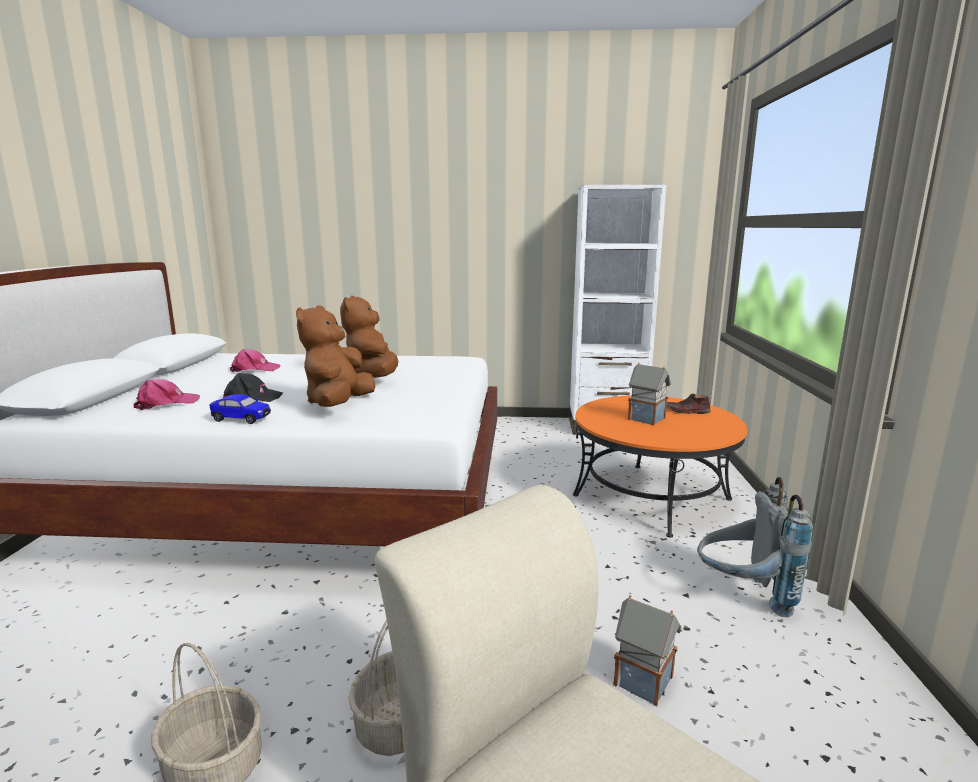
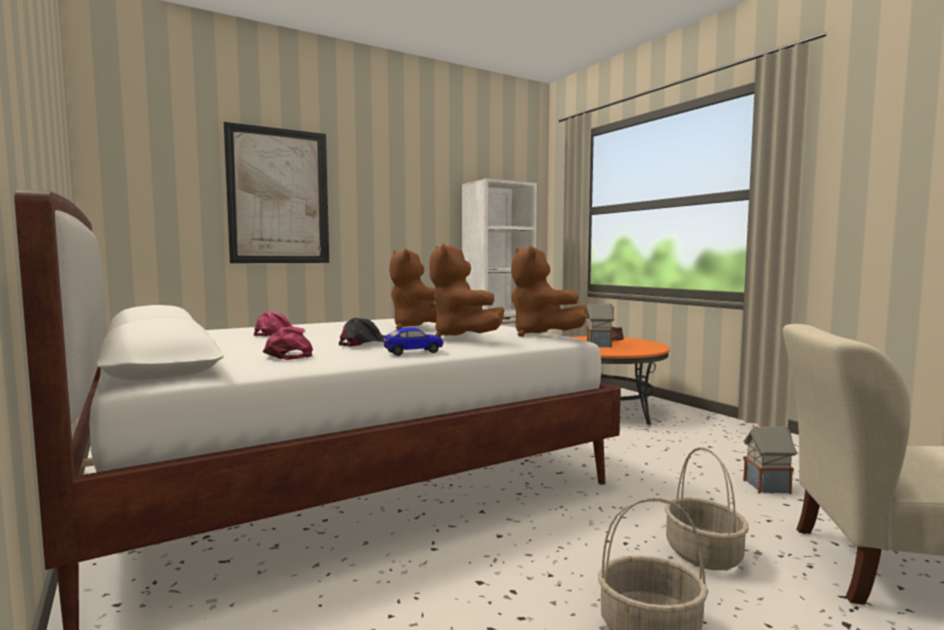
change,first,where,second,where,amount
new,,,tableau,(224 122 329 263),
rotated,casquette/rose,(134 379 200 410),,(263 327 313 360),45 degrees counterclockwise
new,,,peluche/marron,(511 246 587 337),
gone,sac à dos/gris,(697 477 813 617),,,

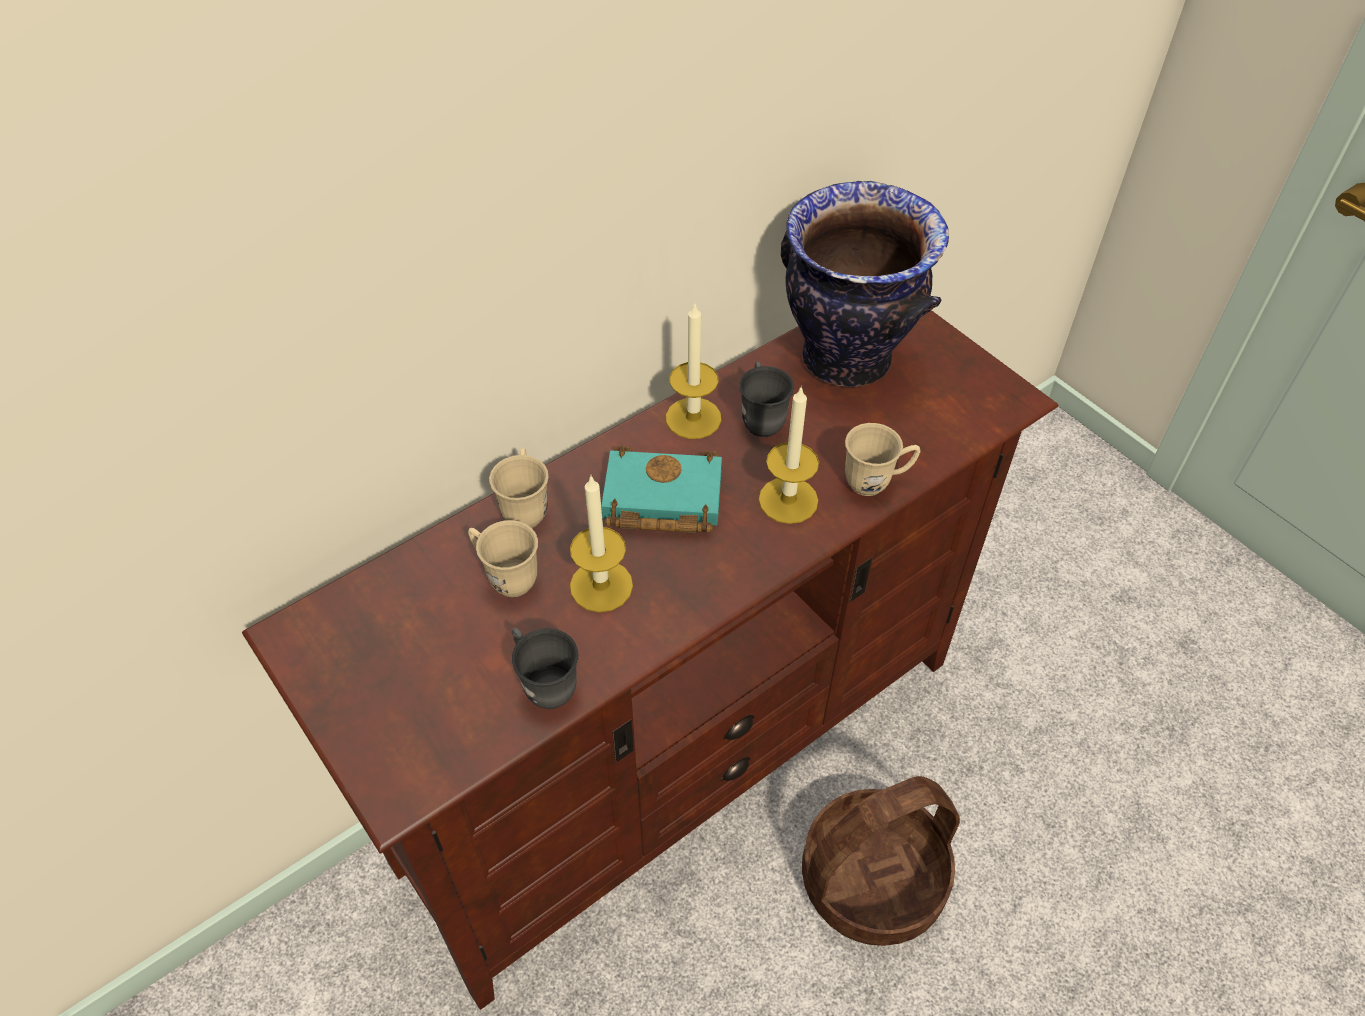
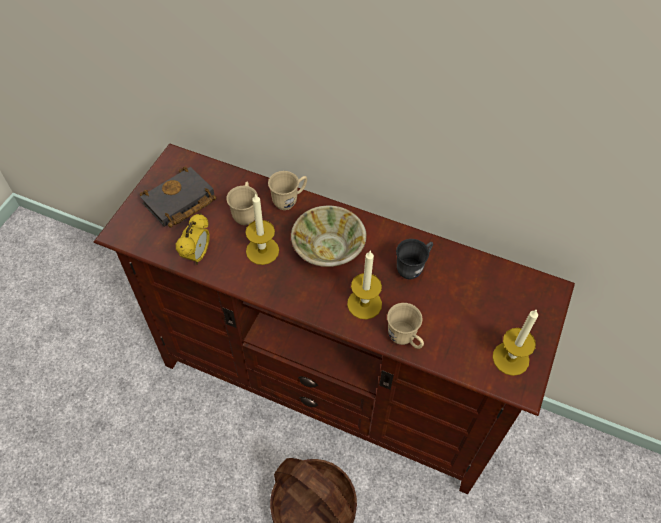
change,first,where,second,where,amount
new,,,livre/noir,(140 166 216 227),
swapped,mug/gris,(512 627 578 709),réveil,(176 213 210 265),
swapped,livre/turquoise,(601 446 722 533),bol/beige,(291 206 367 267),
shifted,bougie,(666 303 721 439),,(492 309 538 376),
gone,vase,(781 181 949 387),,,

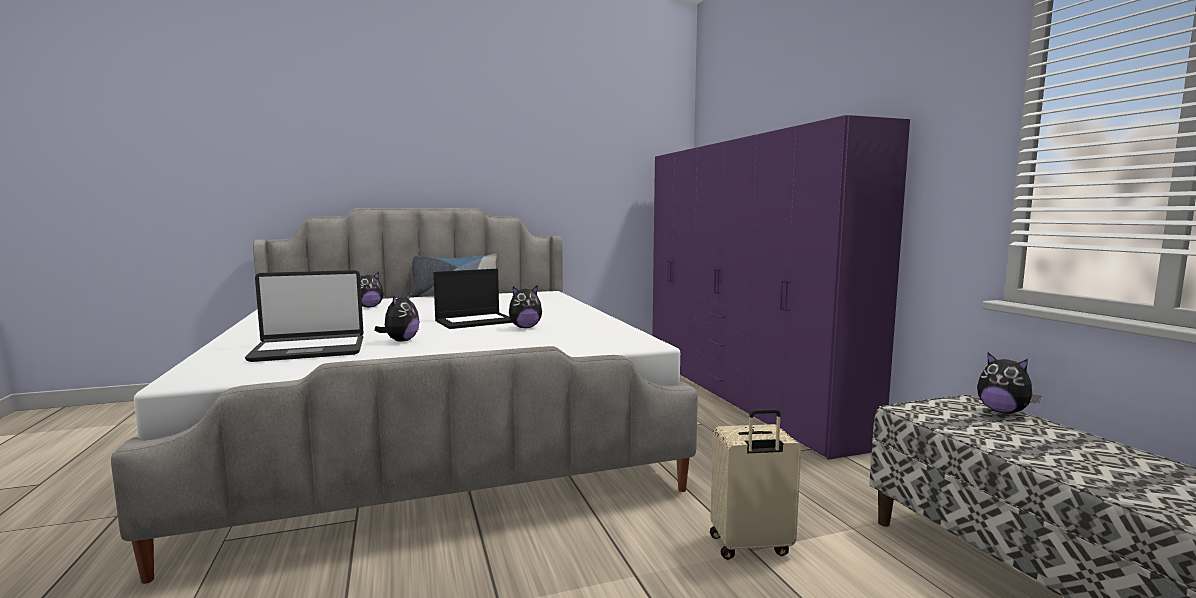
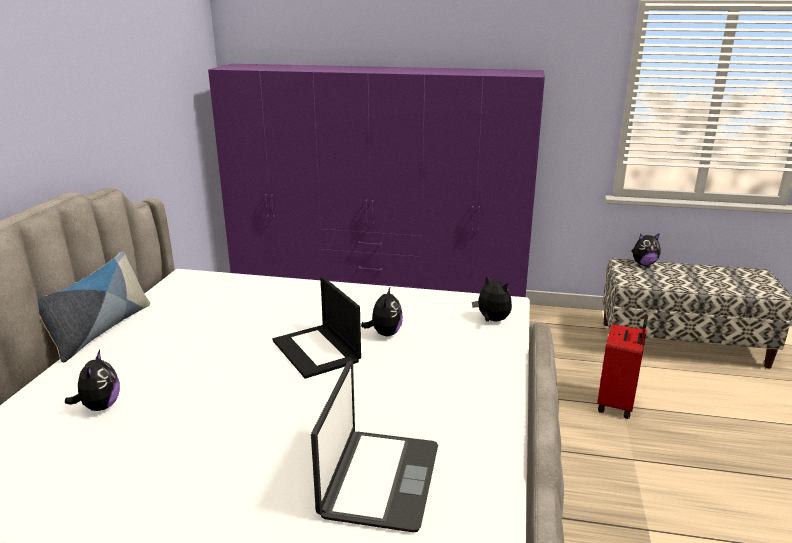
change,first,where,second,where,amount
rotated,ordinateur portable,(433 269 513 329),,(272 276 361 379),150 degrees clockwise
shifted,peluche,(374 292 420 342),,(472 275 512 322),
repainted,valise/beige,(710 408 801 560),valise/rouge,(597 315 648 419),

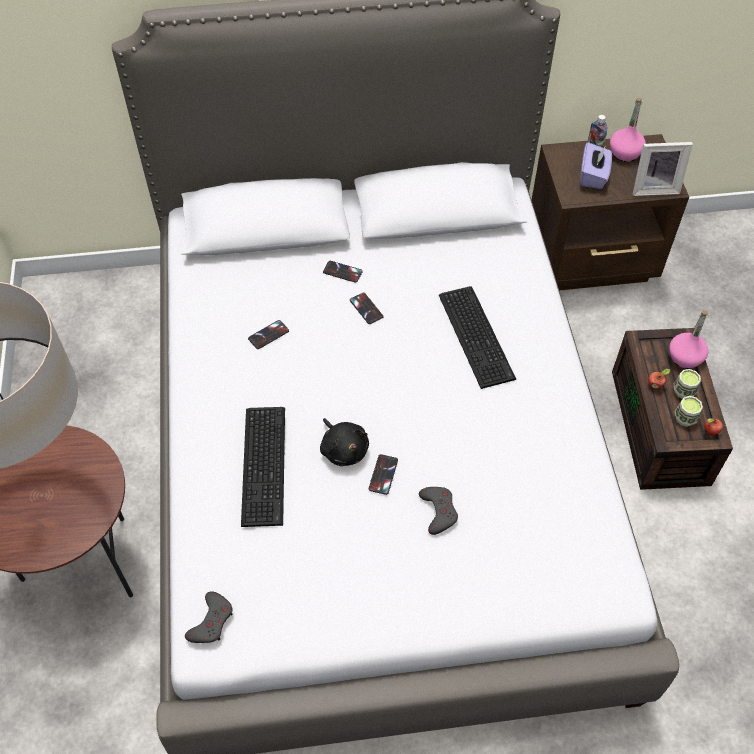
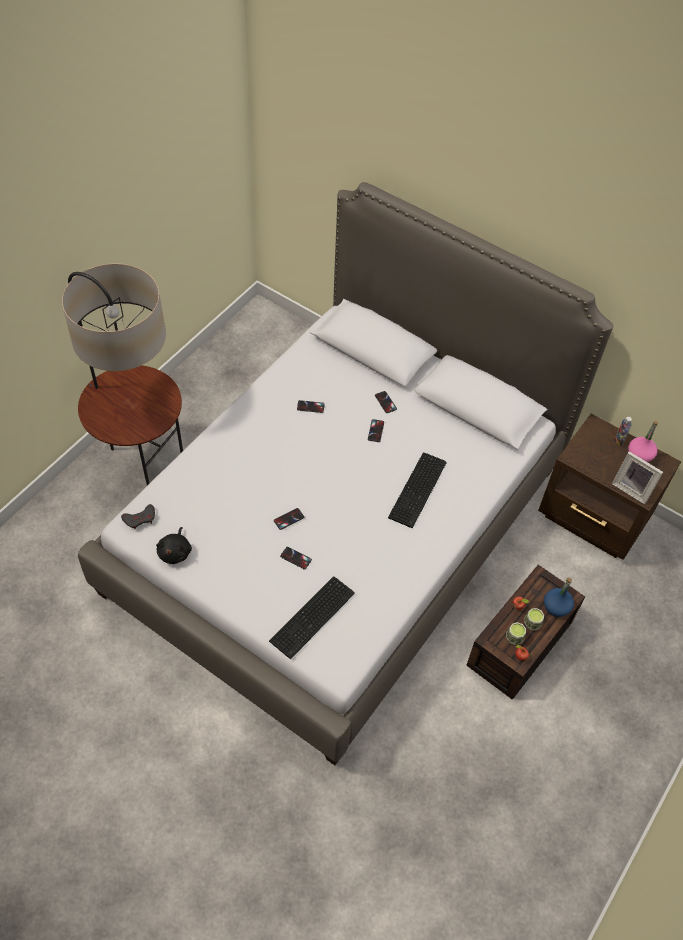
change,first,where,second,where,amount
shifted,peluche/noir,(320 418 369 466),,(156 527 192 564),
shifted,clavier,(241 407 285 527),,(269 576 355 659),
swapped,manette/gris,(419 487 458 535),téléphone,(280 547 312 569),
repainted,bouteille/rose,(669 310 709 369),bouteille/bleu,(544 577 574 617),
gone,boîte à mouchoirs/violet,(580 142 612 189),,,

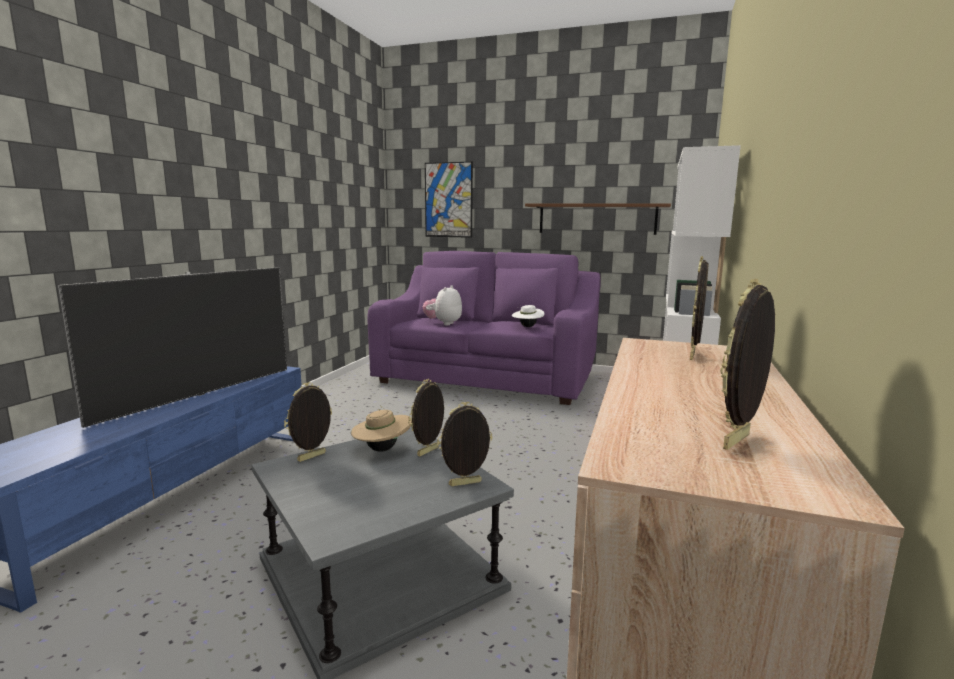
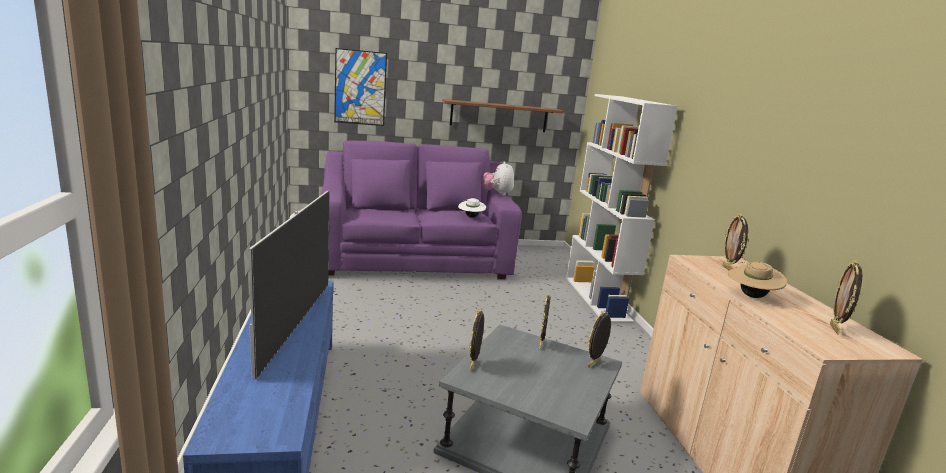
change,first,where,second,where,amount
shifted,peluche,(423 285 462 325),,(483 161 514 196),
shifted,chapeau/beige,(351 406 412 452),,(728 259 787 298),

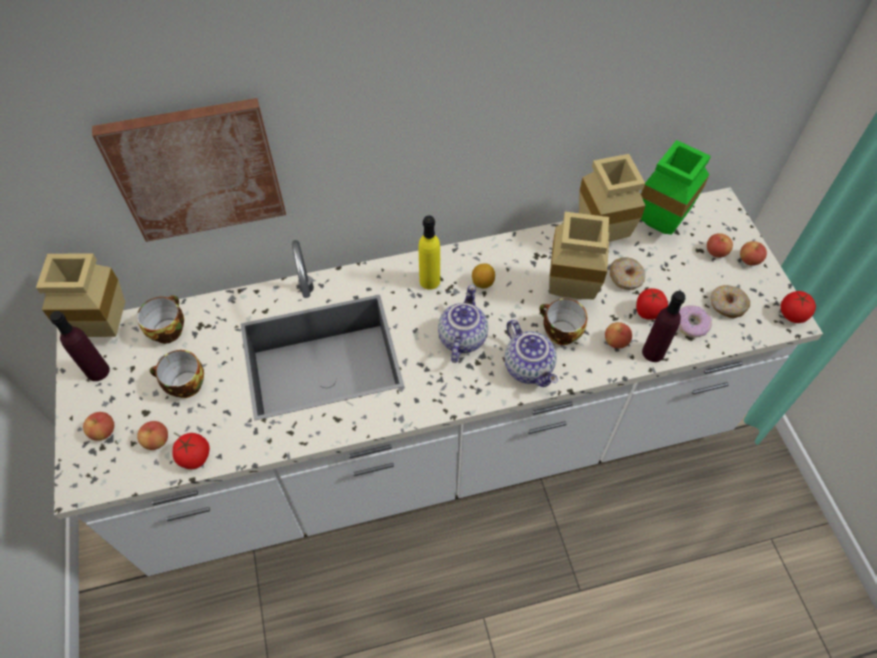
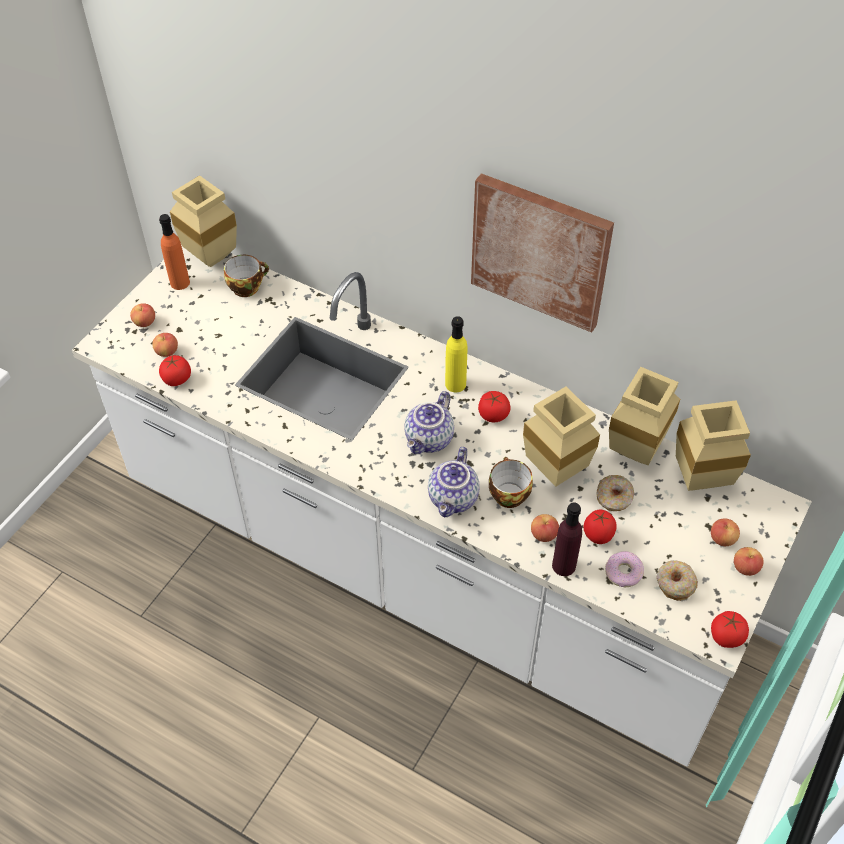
change,first,where,second,where,amount
repainted,bouteille/violet,(50 311 110 381),bouteille/orange,(159 214 190 290),
rotated,théière,(438 285 488 363),,(405 391 454 454),150 degrees clockwise
shifted,tableau,(92 98 286 242),,(471 173 614 333),
swapped,citron,(472 263 495 289),tomate,(478 391 511 422),
repainted,vase/vert,(641 140 711 235),vase/beige,(676 400 751 491),
gone,tasse,(150 350 204 398),,,

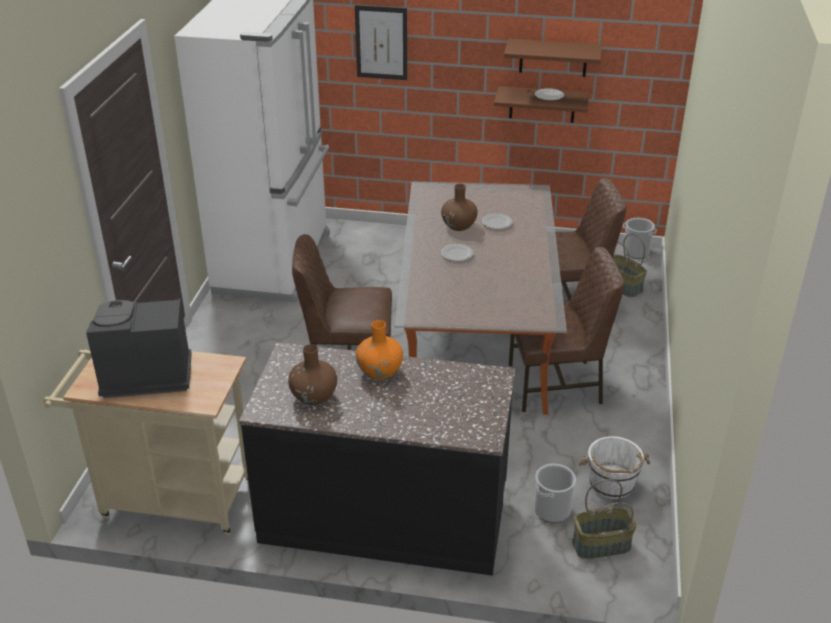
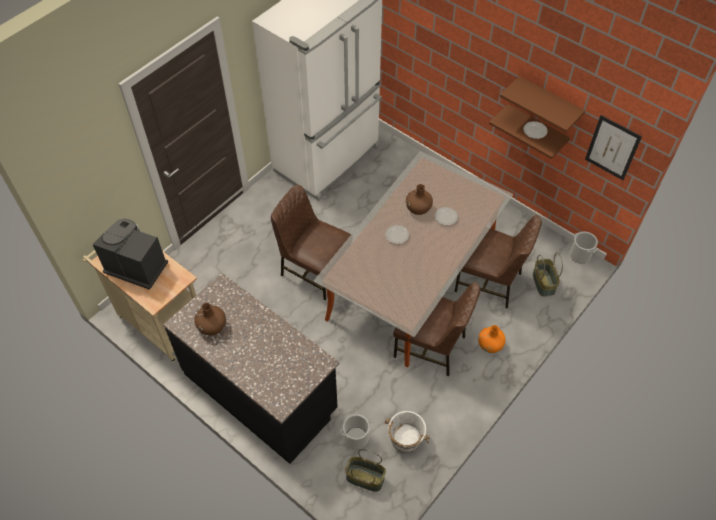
change,first,where,second,where,amount
shifted,vase/orange,(356 320 403 379),,(478 325 506 353),
shifted,tableau,(355 5 407 80),,(585 115 642 180),

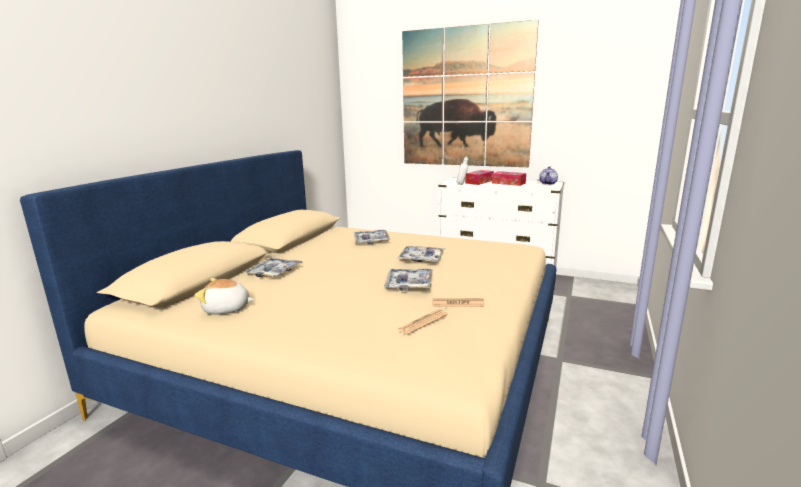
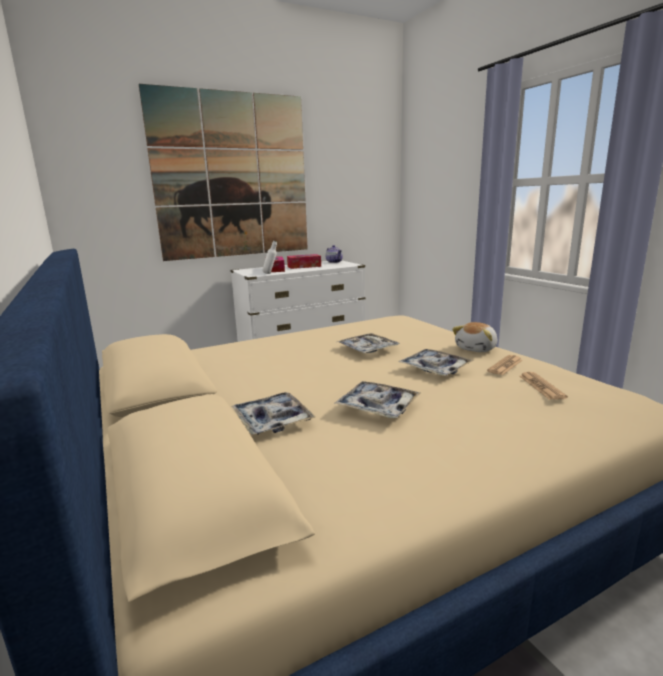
change,first,where,second,where,amount
shifted,plateau,(354 230 390 244),,(335 381 420 418),
shifted,peluche,(195 278 255 314),,(452 322 498 352),

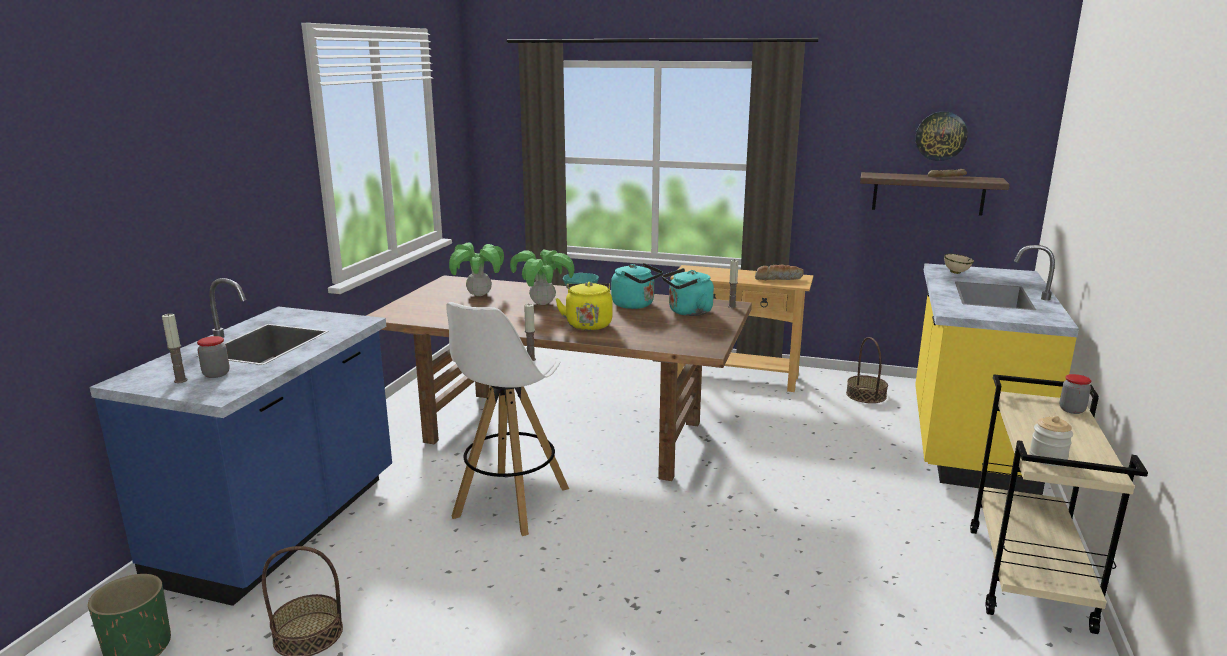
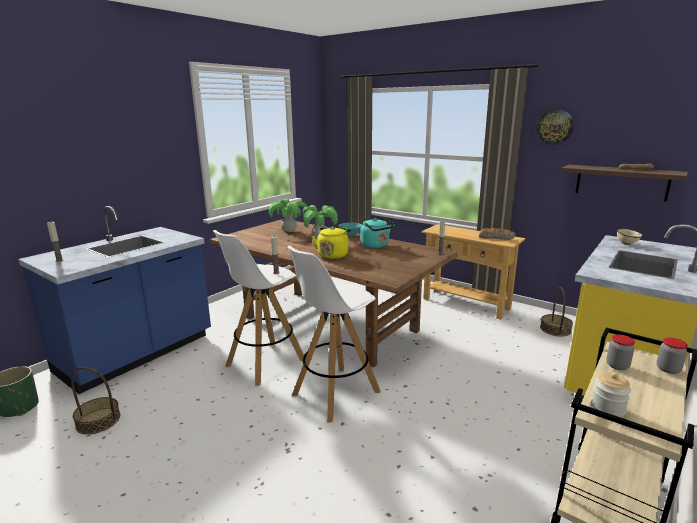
change,first,where,second,where,amount
new,,,tabouret/blanc,(287 246 381 422),
shifted,horloge murale,(915 111 968 161),,(536 109 574 145),
shifted,bocal,(197 336 230 378),,(606 334 635 370),
gone,bouilloire/turquoise,(662 268 714 316),,,

